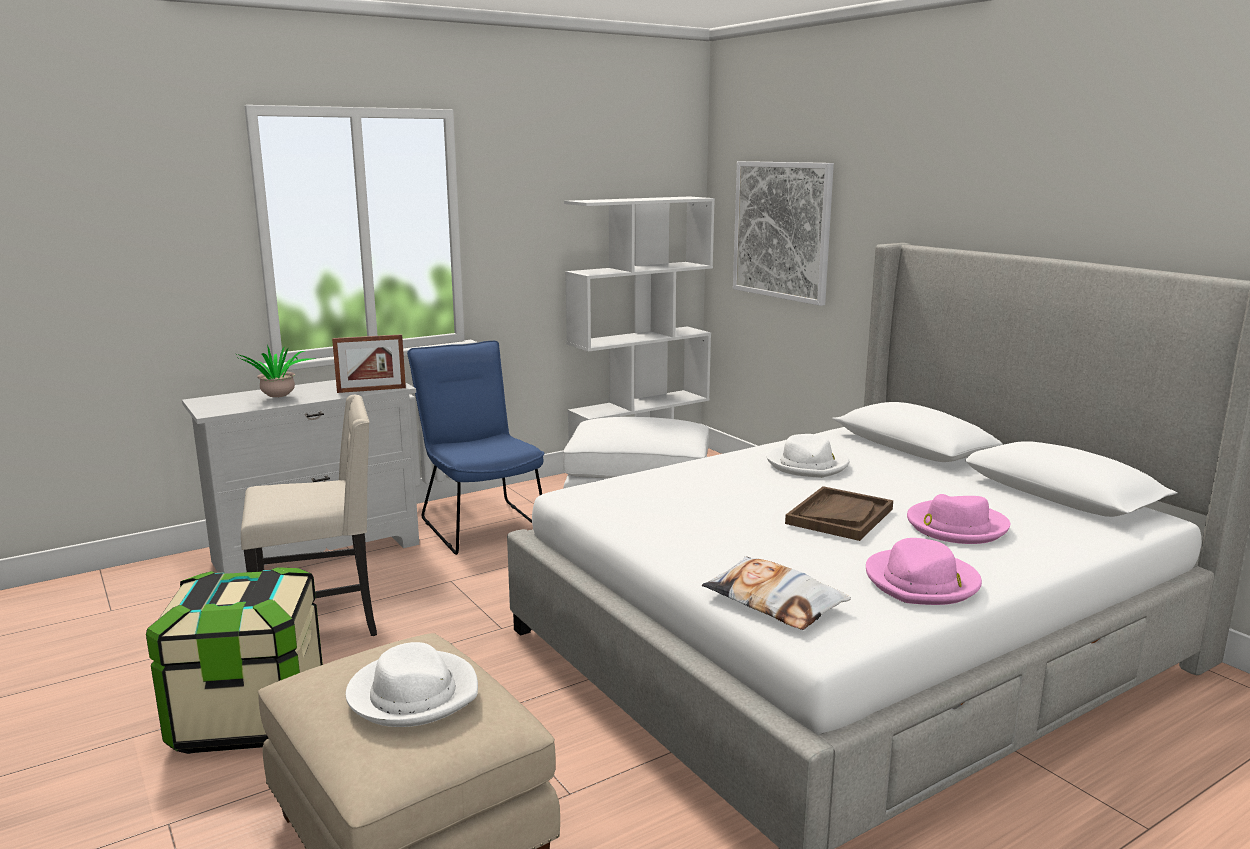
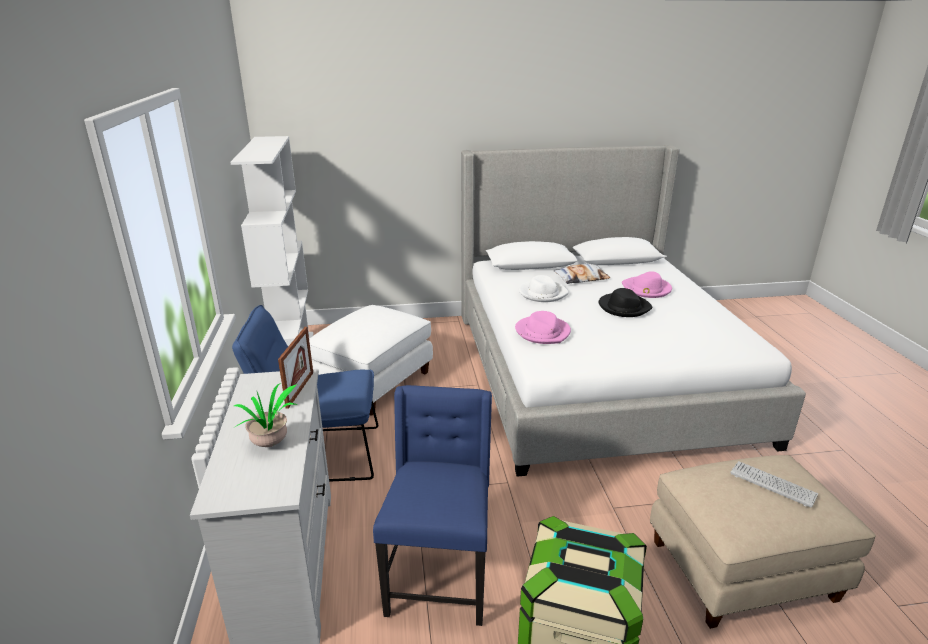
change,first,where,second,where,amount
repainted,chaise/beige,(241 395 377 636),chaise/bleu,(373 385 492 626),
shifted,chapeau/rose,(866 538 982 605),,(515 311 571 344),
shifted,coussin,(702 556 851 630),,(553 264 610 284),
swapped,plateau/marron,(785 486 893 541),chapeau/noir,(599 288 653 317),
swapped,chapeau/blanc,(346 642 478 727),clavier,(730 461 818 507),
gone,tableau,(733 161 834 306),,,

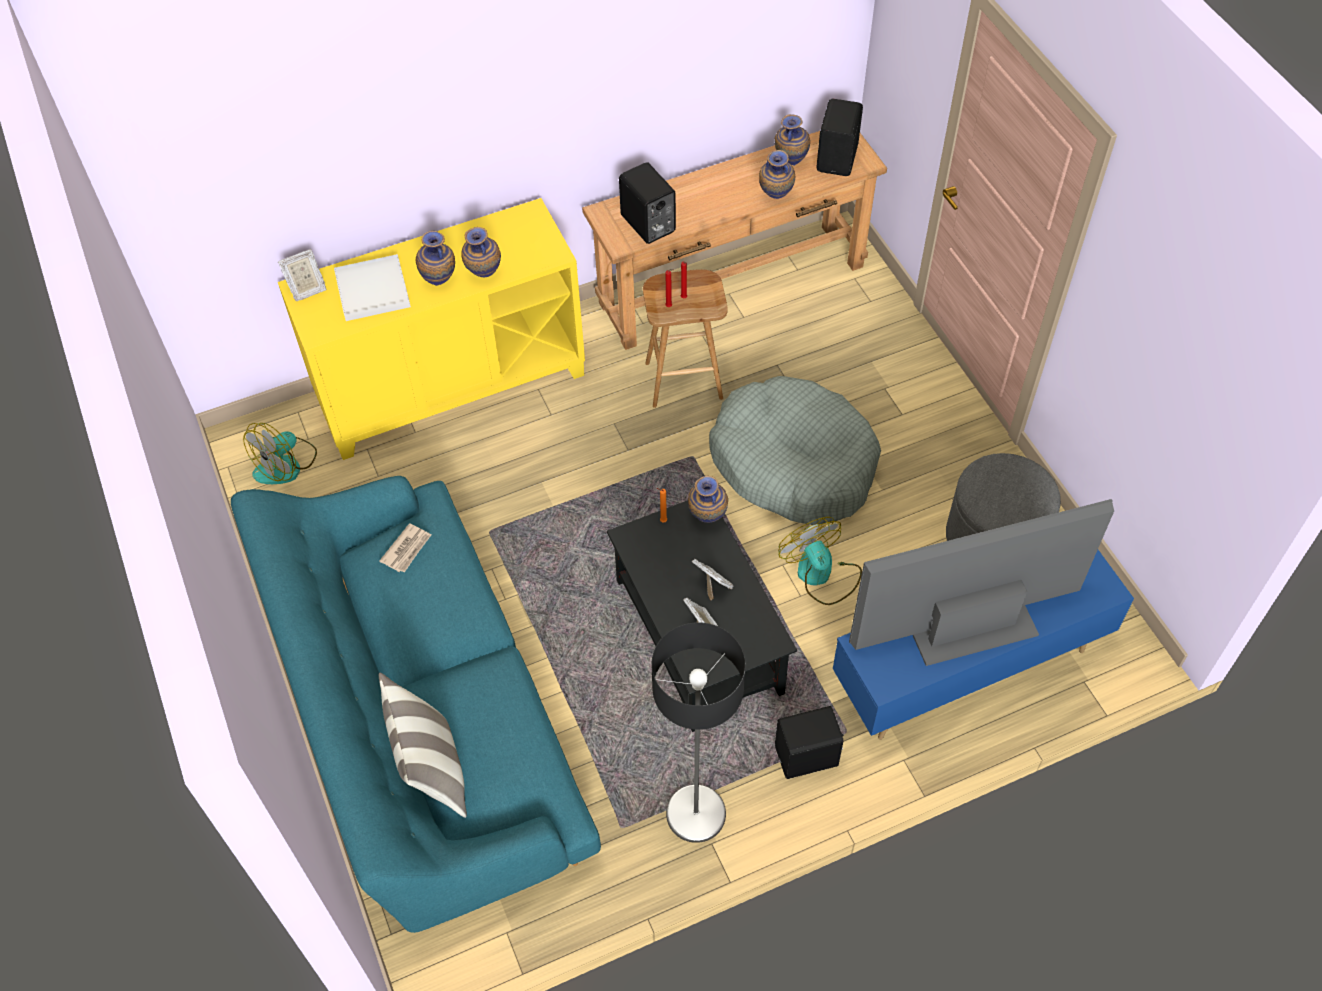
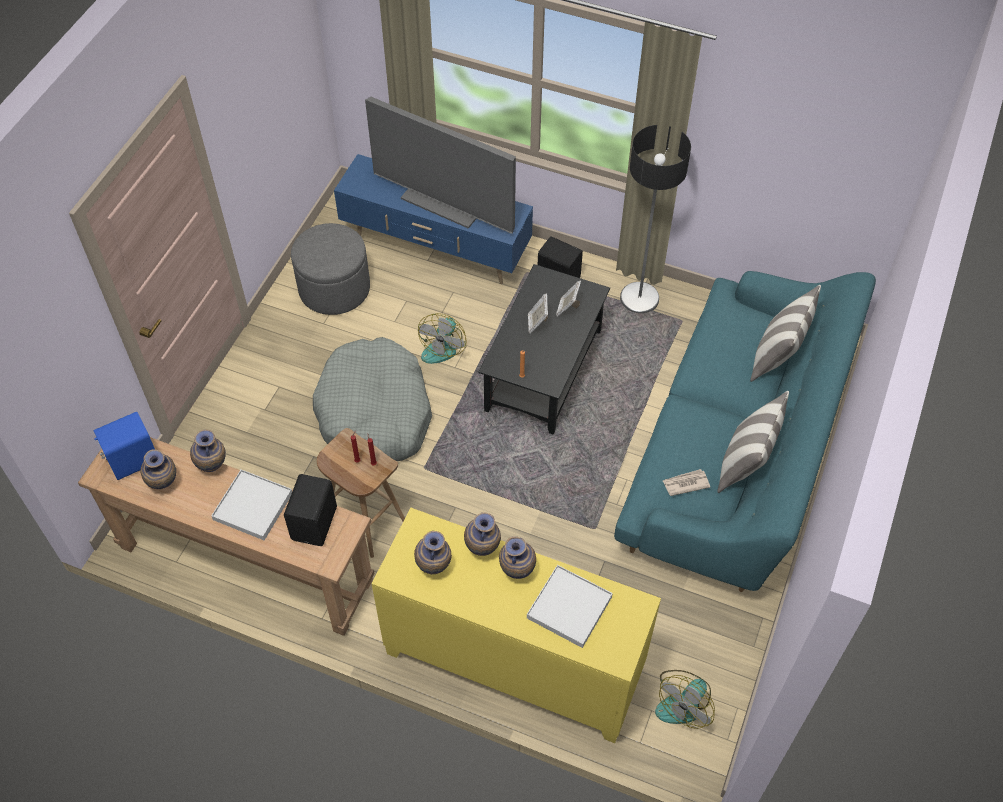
change,first,where,second,where,amount
repainted,enceinte/noir,(817 99 863 176),enceinte/bleu,(94 412 155 480),
new,,,plateau/blanc,(211 469 292 540),
shifted,vase,(688 476 728 523),,(414 531 452 574),
rotated,ventilateur,(243 423 317 484),,(655 670 715 729),135 degrees clockwise
new,,,coussin,(717 391 789 493),
gone,cadre photo,(278 249 327 301),,,

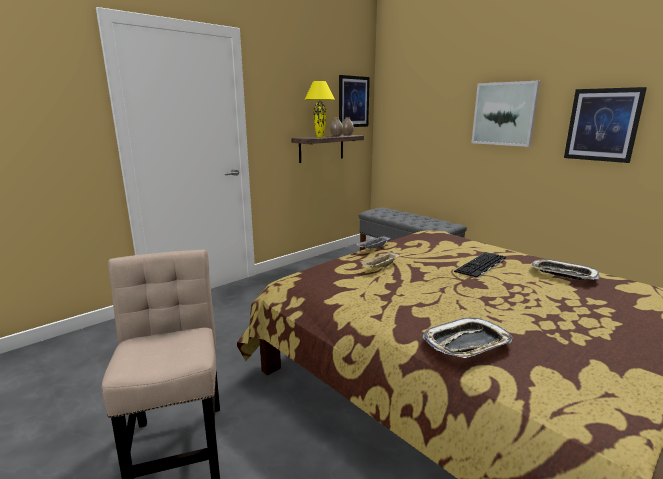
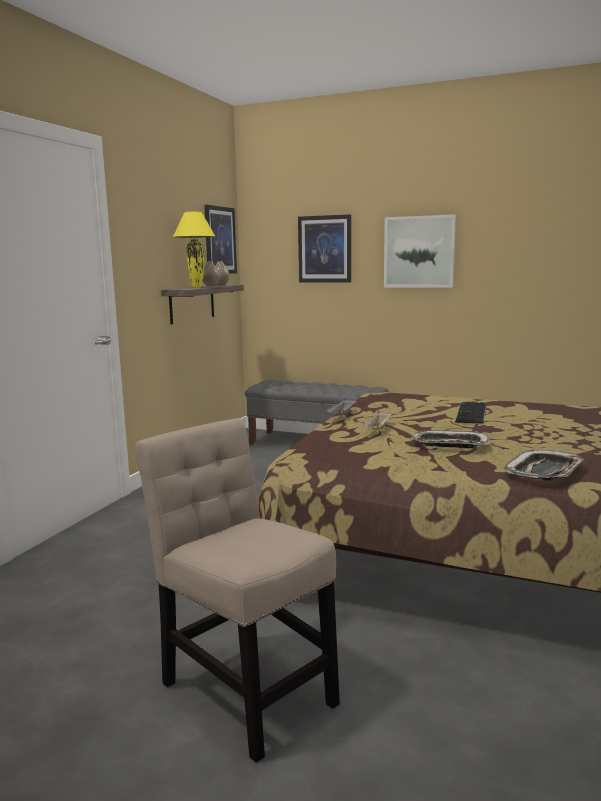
change,first,where,second,where,amount
shifted,tableau,(564 87 647 163),,(298 214 351 283),
shifted,plateau,(531 259 600 280),,(411 430 491 448),

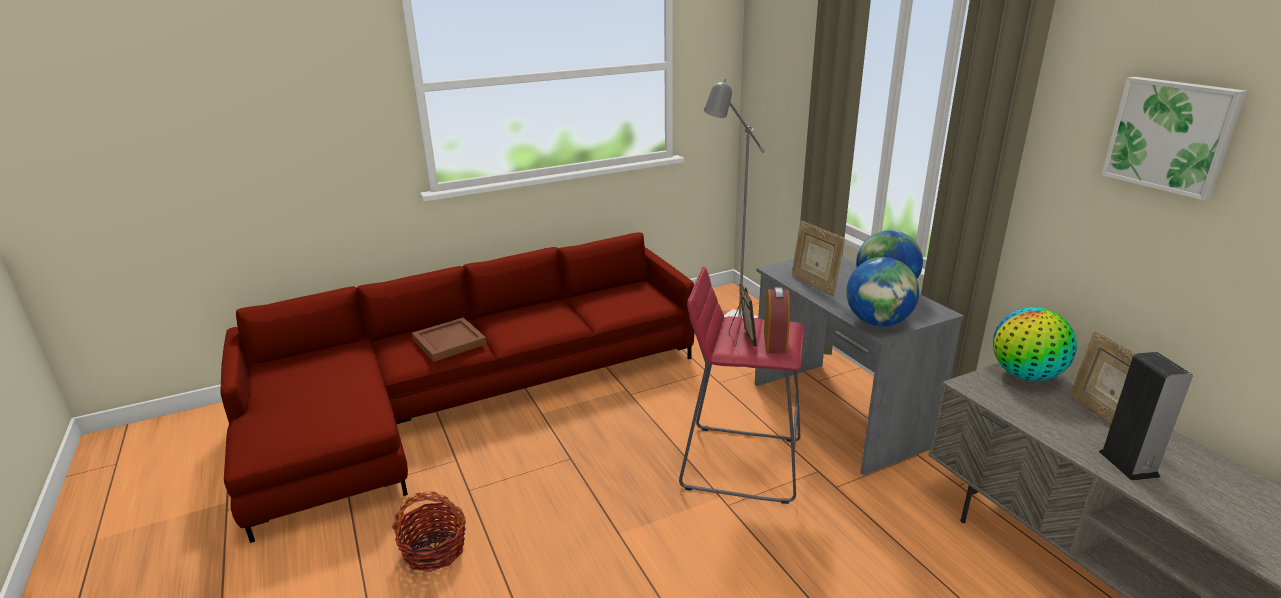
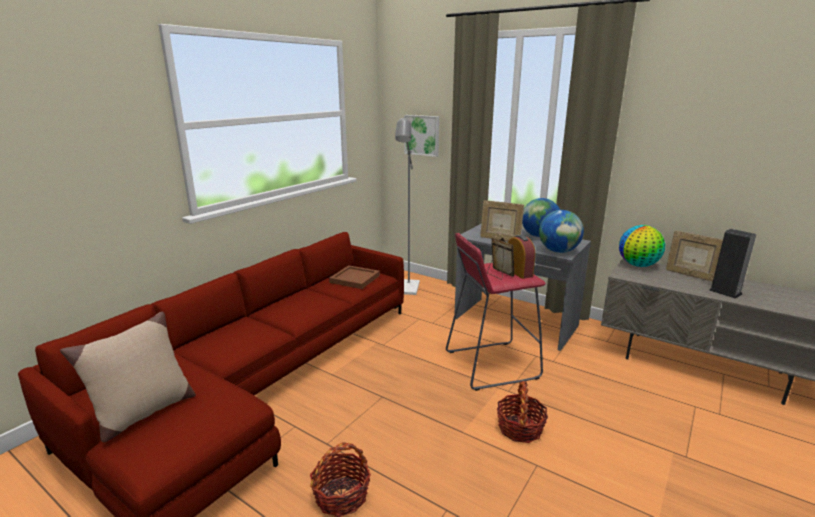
change,first,where,second,where,amount
new,,,coussin/beige,(60 312 196 442),
shifted,plateau/marron,(412 318 487 362),,(329 265 380 289),
shifted,tableau,(1101 77 1247 200),,(404 115 439 157),
new,,,panier,(497 381 548 443),

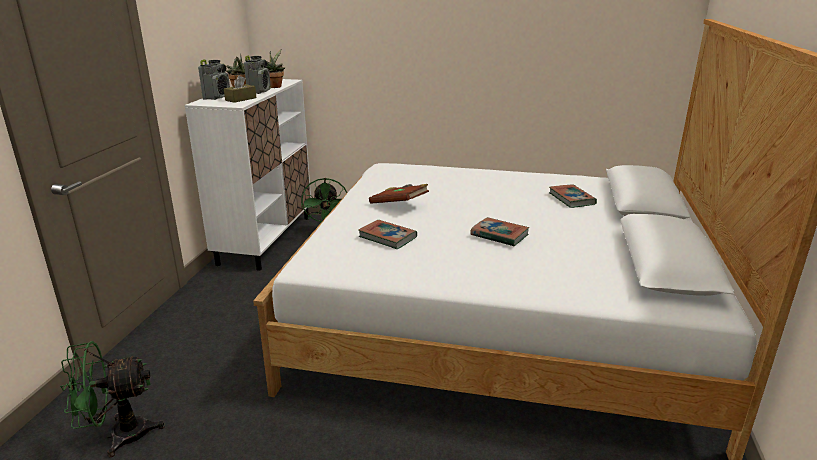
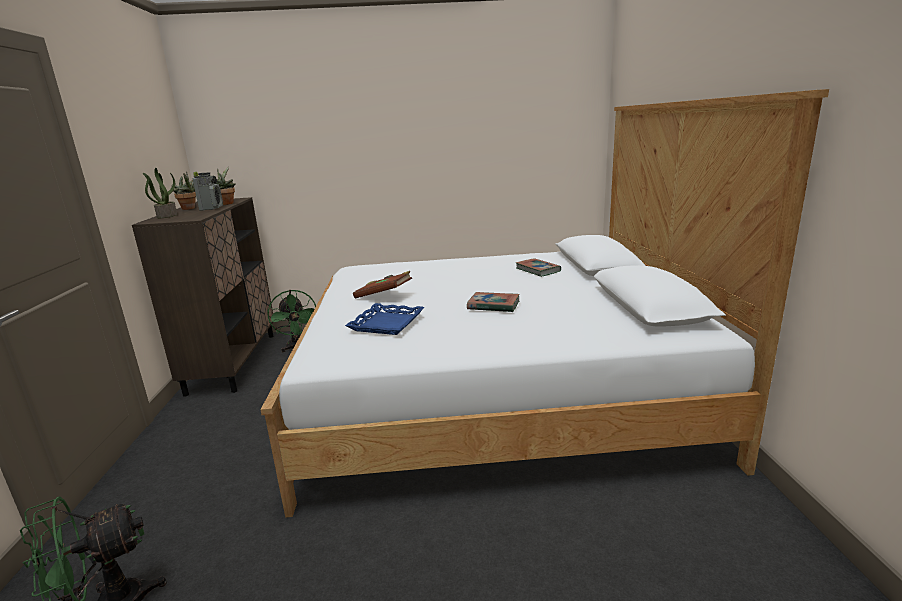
change,first,where,second,where,amount
repainted,meuble de rangement/blanc,(185 79 311 271),meuble de rangement/marron,(132 197 273 397),
swapped,radio,(198 59 230 100),plante en pot,(143 168 177 218),
swapped,livre,(358 220 417 249),plateau/bleu,(345 303 424 335),
gone,boîte à mouchoirs/marron,(224 75 256 103),,,

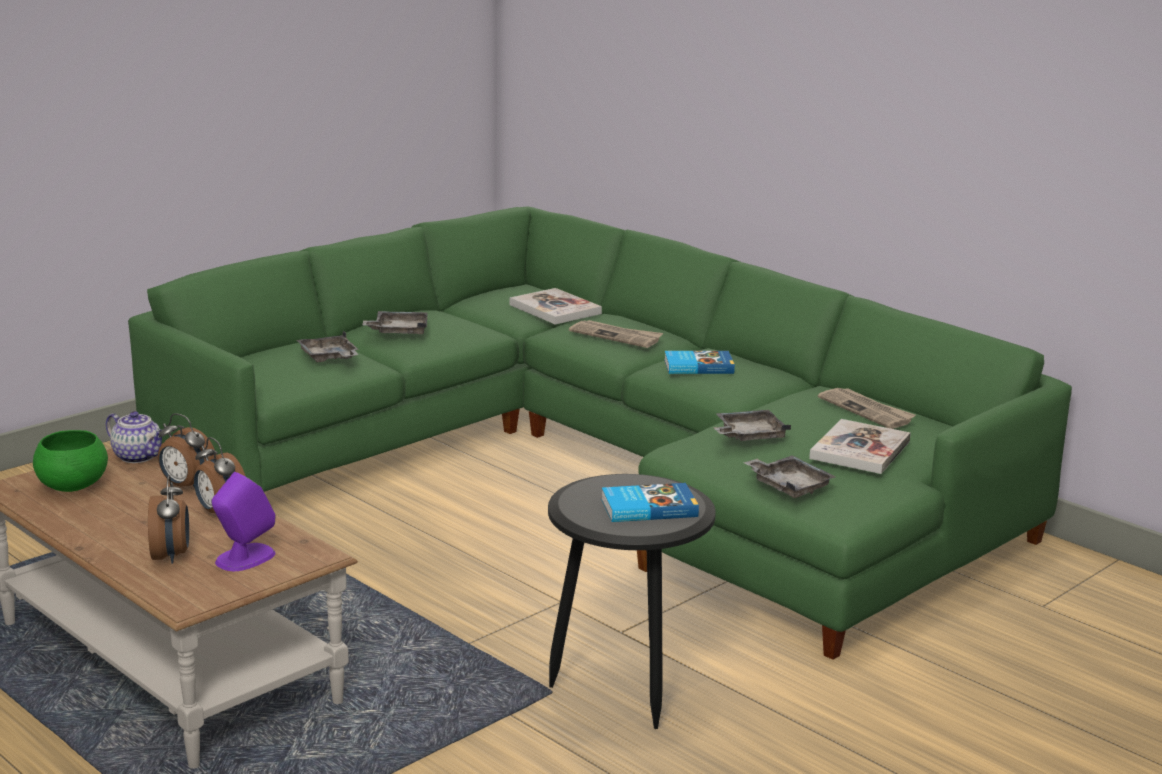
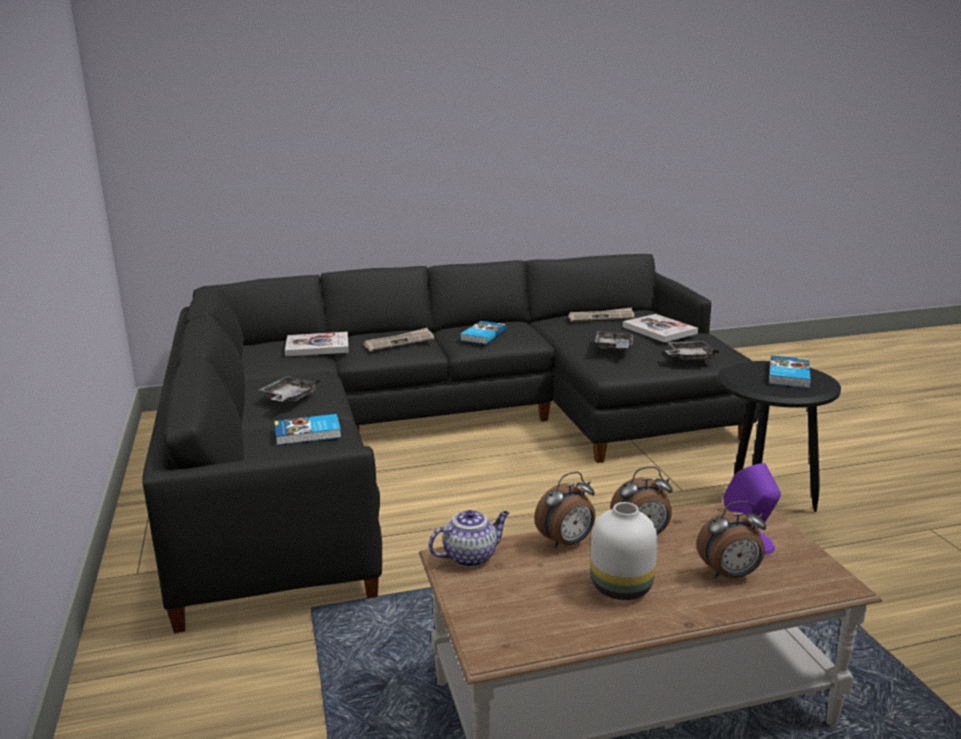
change,first,where,second,where,amount
repainted,canapé/vert,(128 207 1072 660),canapé/noir,(142 254 760 633),
swapped,plateau/gris,(297 330 359 362),livre,(275 414 341 445),
new,,,vase/blanc,(590 502 658 600),
rotated,réveil,(148 475 189 564),,(697 501 766 578),150 degrees clockwise
gone,bol/vert,(33 430 108 492),,,

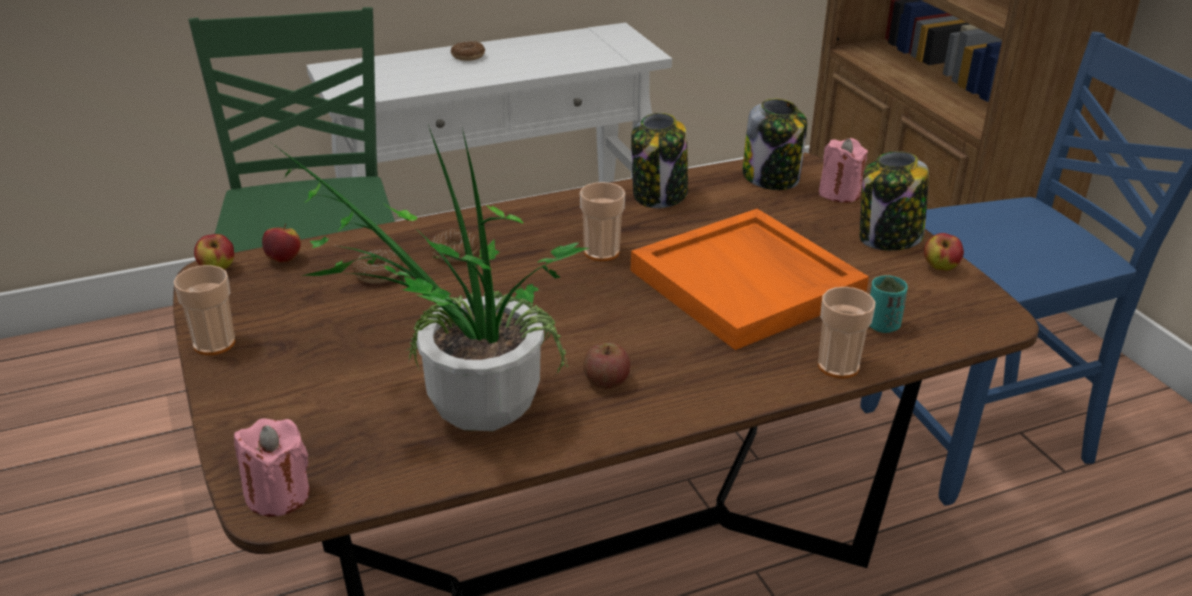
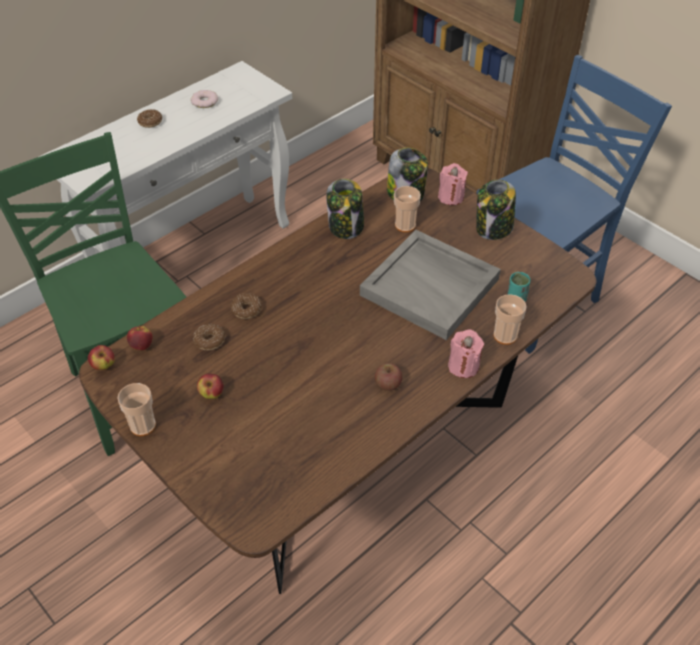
change,first,where,second,where,amount
new,,,beignet,(191 90 218 108),
shifted,pomme,(924 233 964 271),,(197 373 224 399),
repainted,plateau/orange,(631 209 869 350),plateau/gris,(360 230 501 340),
shifted,tasse,(580 182 625 261),,(394 186 421 232),
shifted,bougie/rose,(234 418 310 517),,(448 329 484 378),
gone,plante en pot,(273 125 589 431),,,

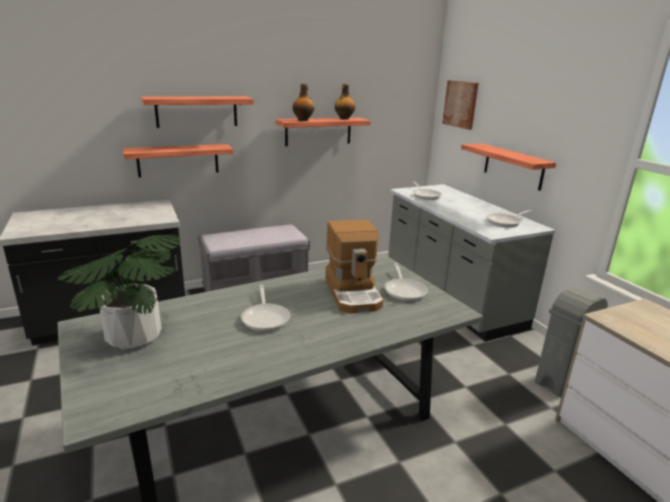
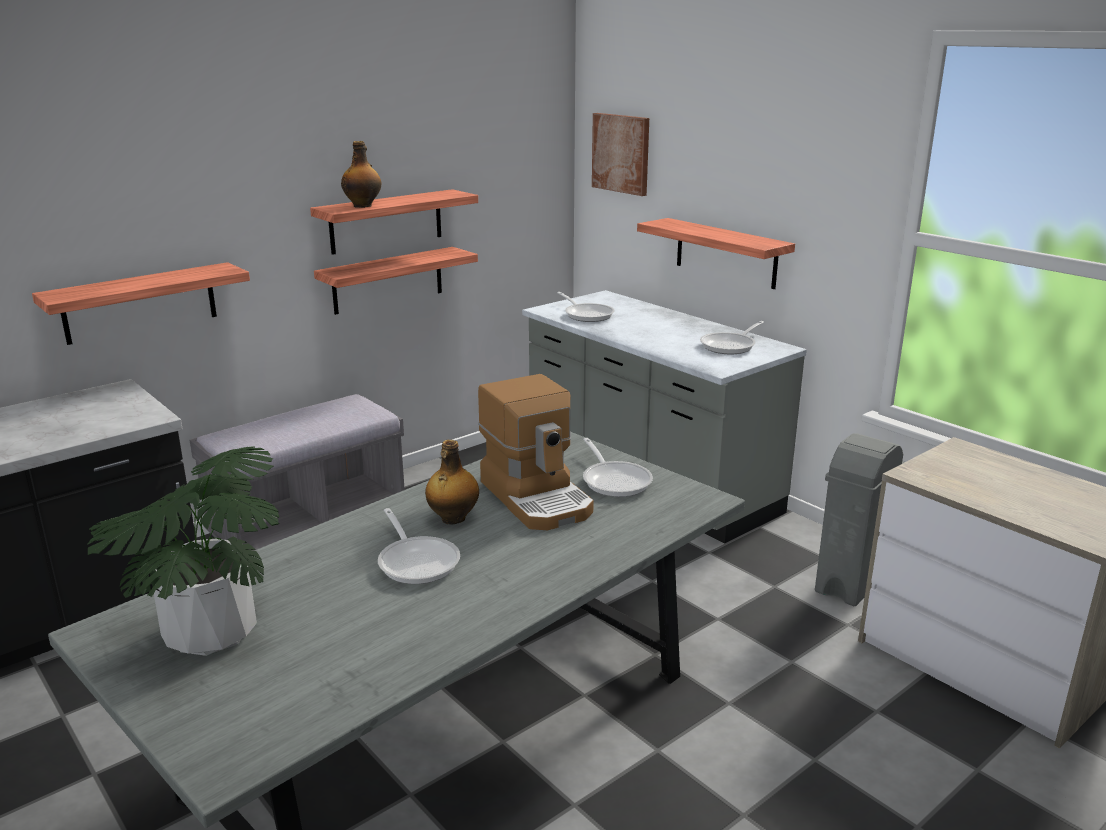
change,first,where,second,where,amount
shifted,étagère,(141 96 254 128),,(314 247 478 315),
shifted,bouteille,(335 84 355 120),,(425 440 479 524),

